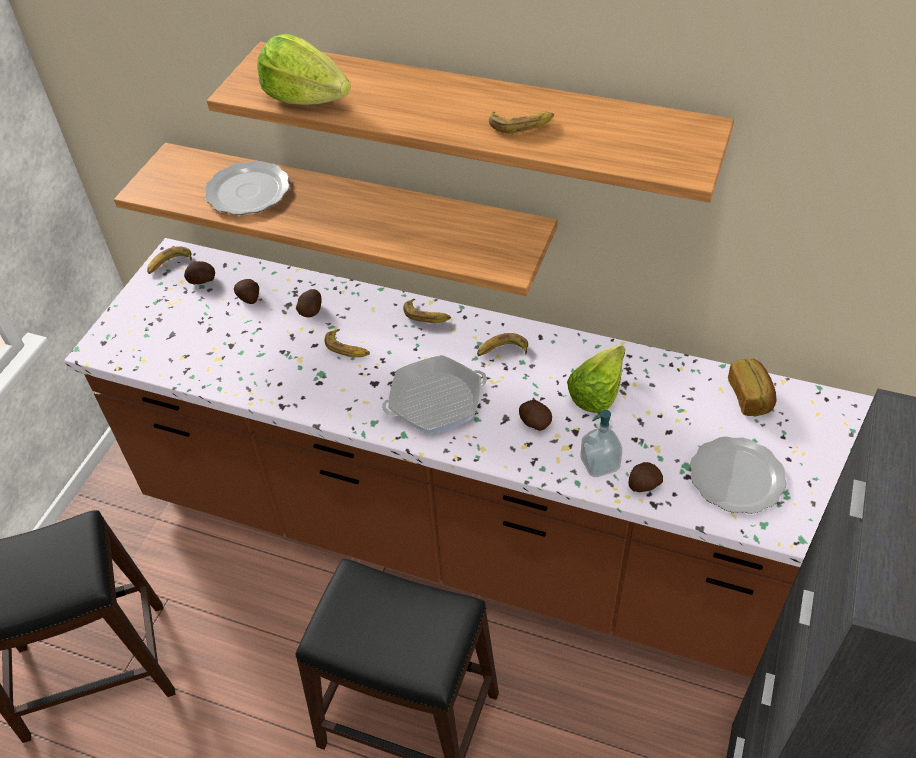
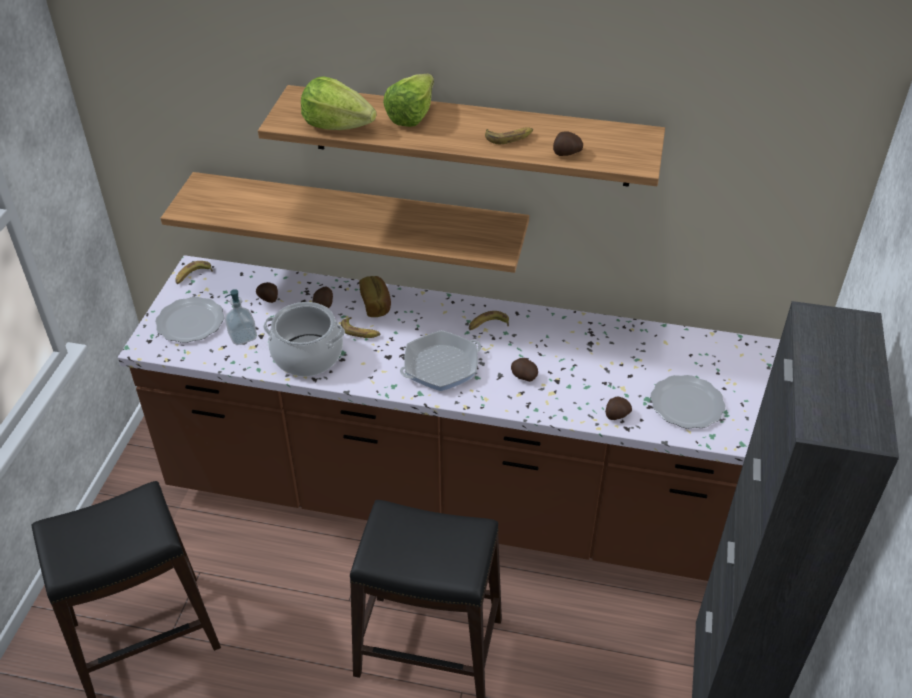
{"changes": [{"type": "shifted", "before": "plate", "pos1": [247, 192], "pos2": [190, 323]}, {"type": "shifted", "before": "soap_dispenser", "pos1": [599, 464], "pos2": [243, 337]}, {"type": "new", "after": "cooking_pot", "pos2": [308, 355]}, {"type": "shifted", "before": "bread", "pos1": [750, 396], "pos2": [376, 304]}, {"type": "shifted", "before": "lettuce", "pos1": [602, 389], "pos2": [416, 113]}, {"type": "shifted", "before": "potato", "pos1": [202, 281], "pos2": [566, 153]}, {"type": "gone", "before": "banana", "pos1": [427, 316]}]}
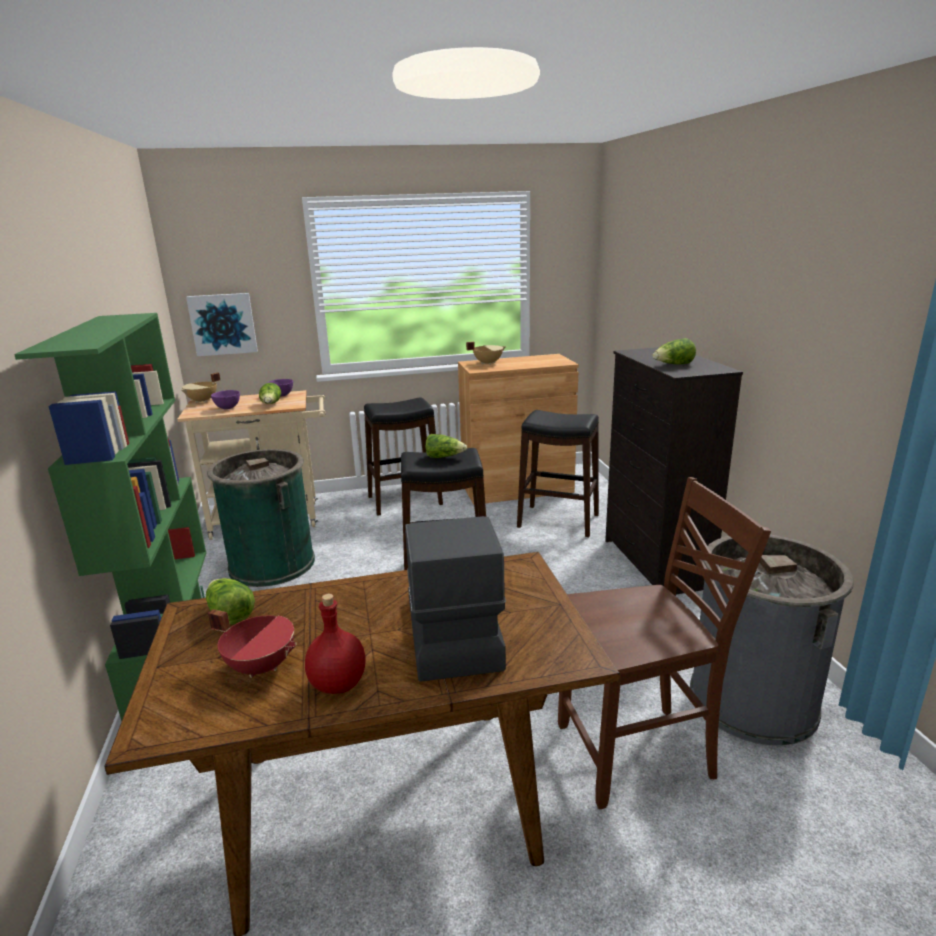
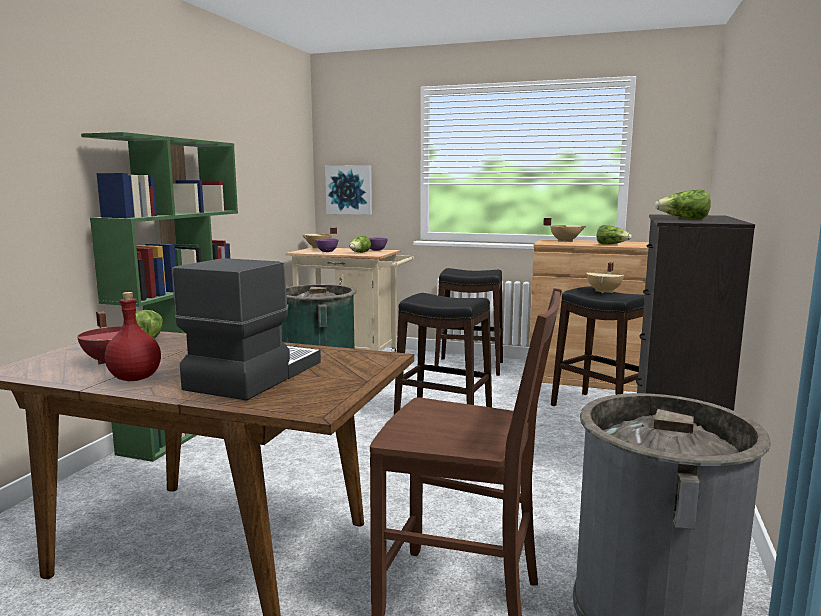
{"changes": [{"type": "new", "after": "beige_cooking_pot", "pos2": [604, 292]}, {"type": "shifted", "before": "lettuce", "pos1": [444, 457], "pos2": [612, 244]}]}
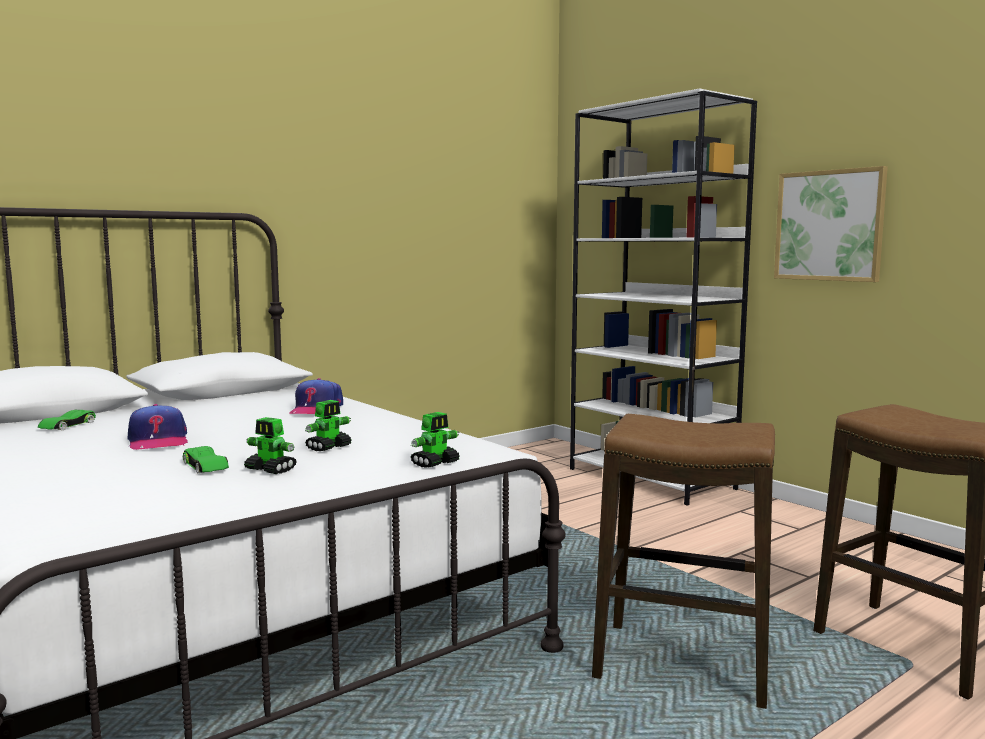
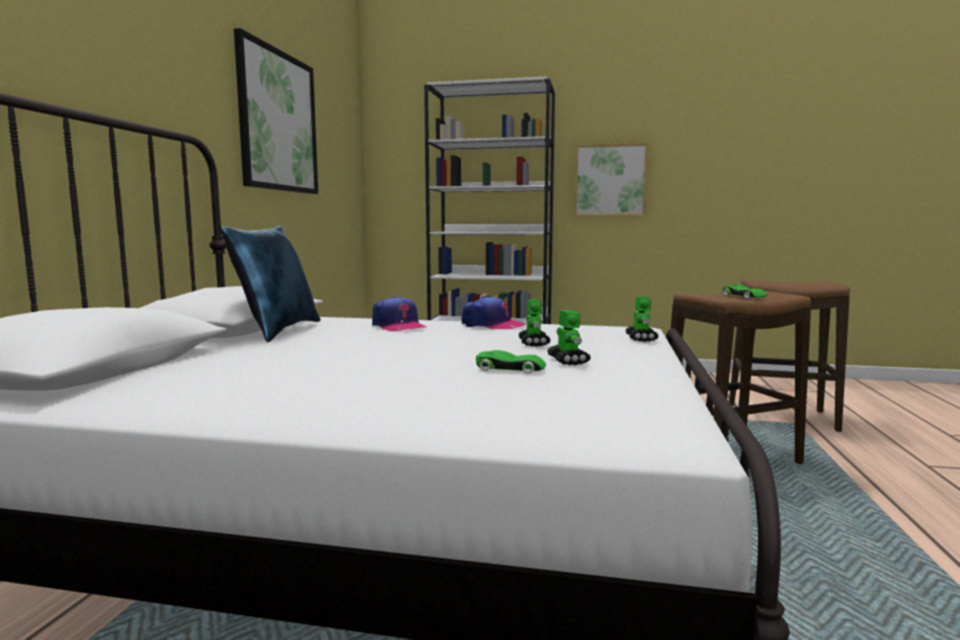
{"changes": [{"type": "new", "after": "blue_pillow", "pos2": [277, 331]}, {"type": "new", "after": "picture", "pos2": [278, 121]}, {"type": "shifted", "before": "cap", "pos1": [158, 441], "pos2": [492, 325]}, {"type": "rotated", "before": "toy_robot", "pos1": [271, 470], "pos2": [568, 361], "turn": -90}, {"type": "shifted", "before": "green_toy_car", "pos1": [67, 426], "pos2": [744, 296]}]}
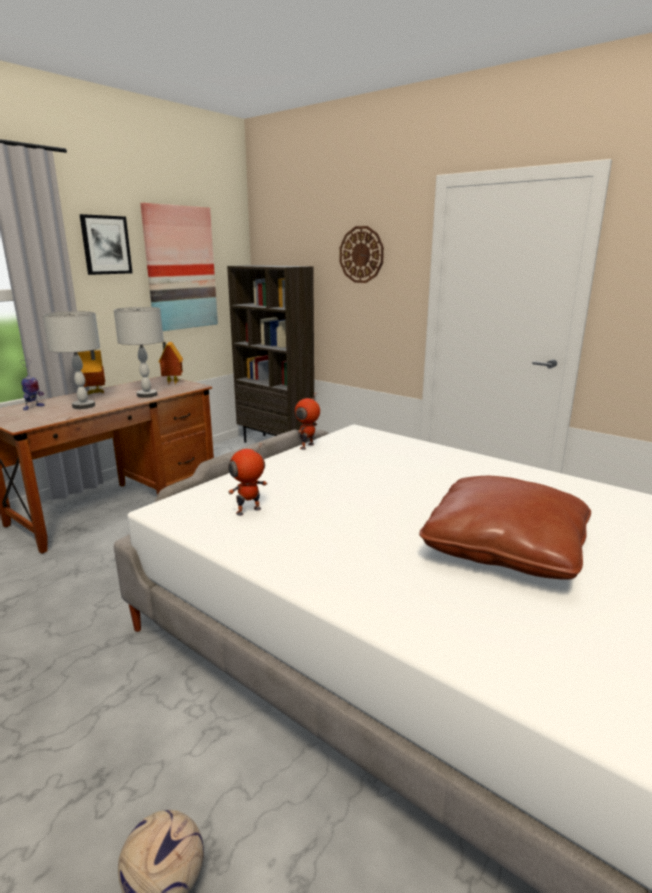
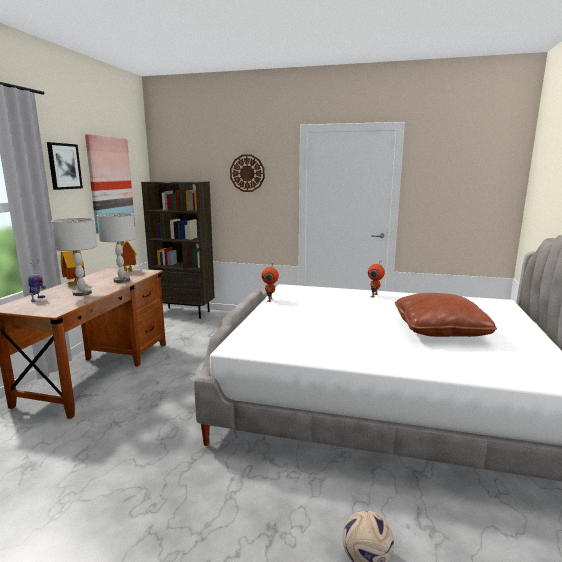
{"changes": [{"type": "shifted", "before": "toy_robot", "pos1": [249, 511], "pos2": [374, 295]}]}
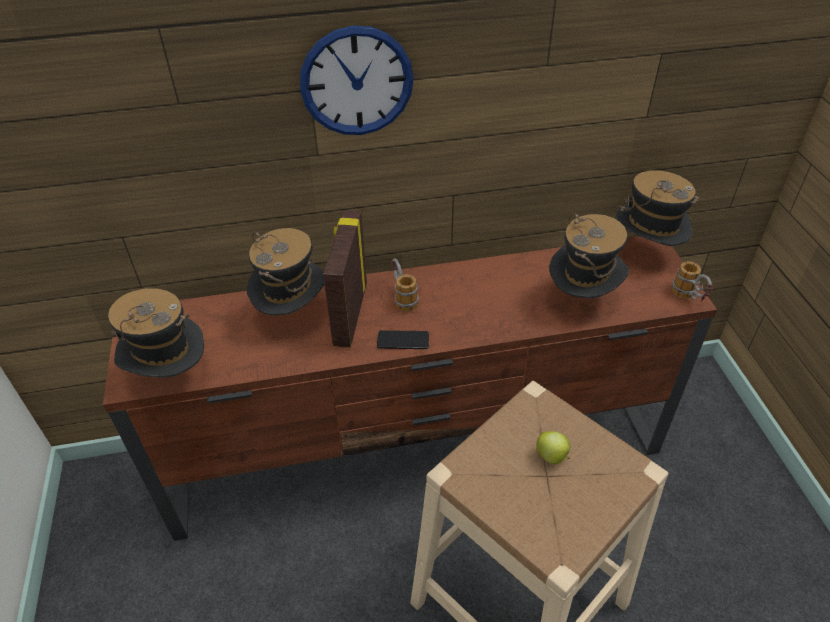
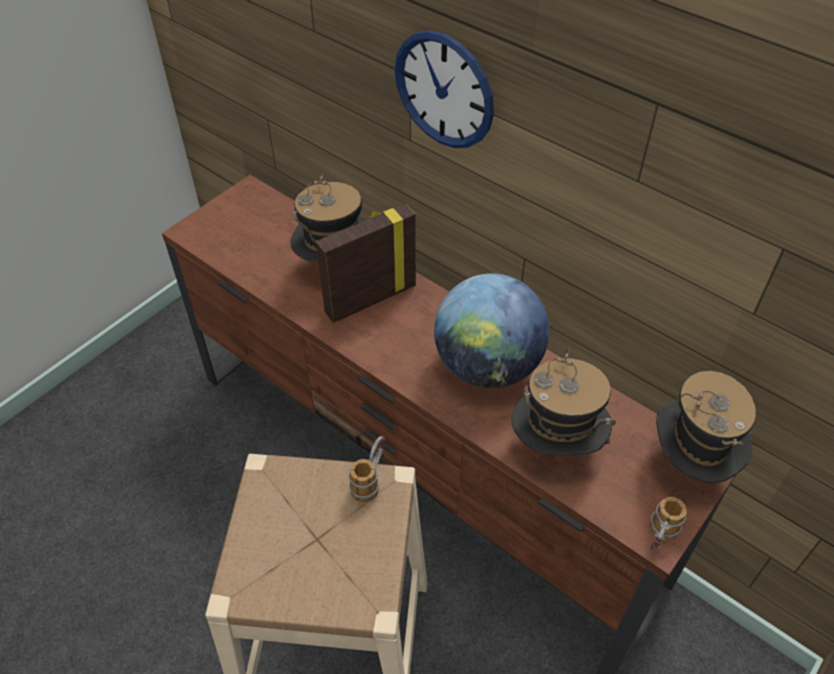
{"changes": [{"type": "shifted", "before": "mug", "pos1": [402, 297], "pos2": [371, 479]}, {"type": "new", "after": "globe", "pos2": [487, 366]}, {"type": "gone", "before": "hat", "pos1": [170, 377]}, {"type": "gone", "before": "phone", "pos1": [403, 340]}, {"type": "gone", "before": "apple", "pos1": [552, 457]}]}
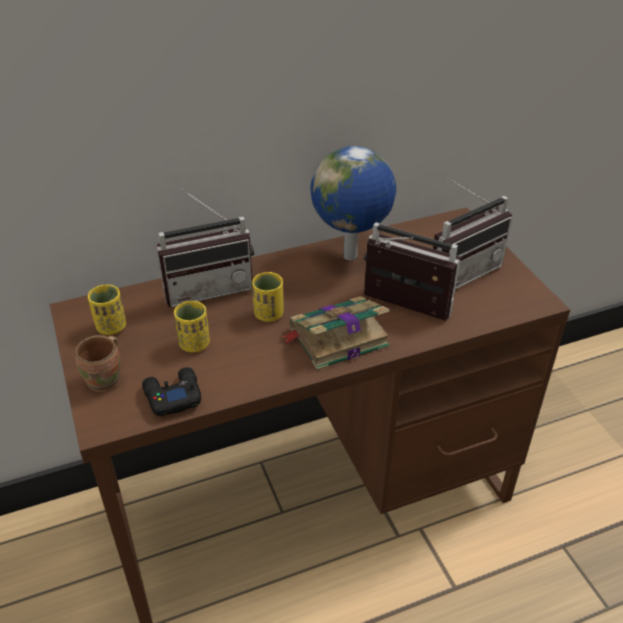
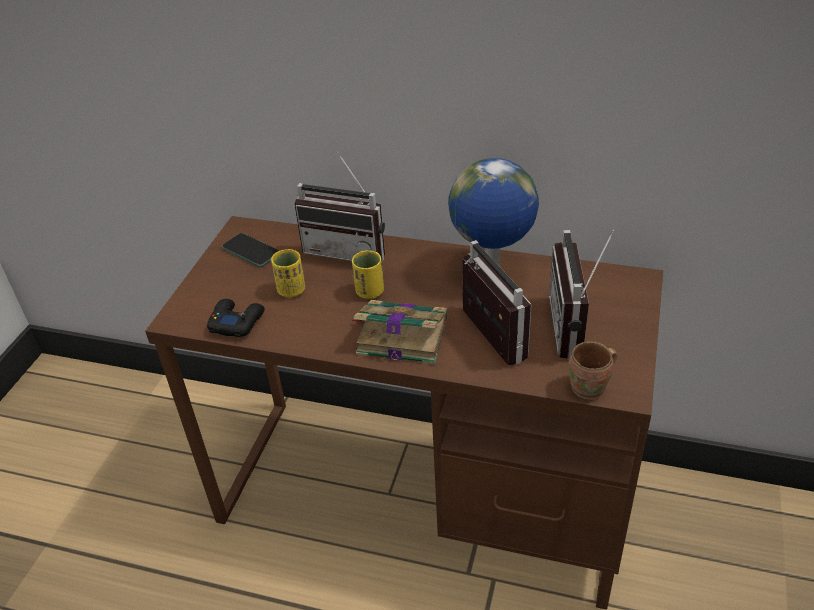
{"changes": [{"type": "swapped", "before": "yellow_cup", "after": "phone", "pos1": [111, 327], "pos2": [251, 251]}, {"type": "rotated", "before": "radio", "pos1": [458, 272], "pos2": [577, 328], "turn": 90}, {"type": "shifted", "before": "brown_mug", "pos1": [107, 380], "pos2": [591, 389]}]}
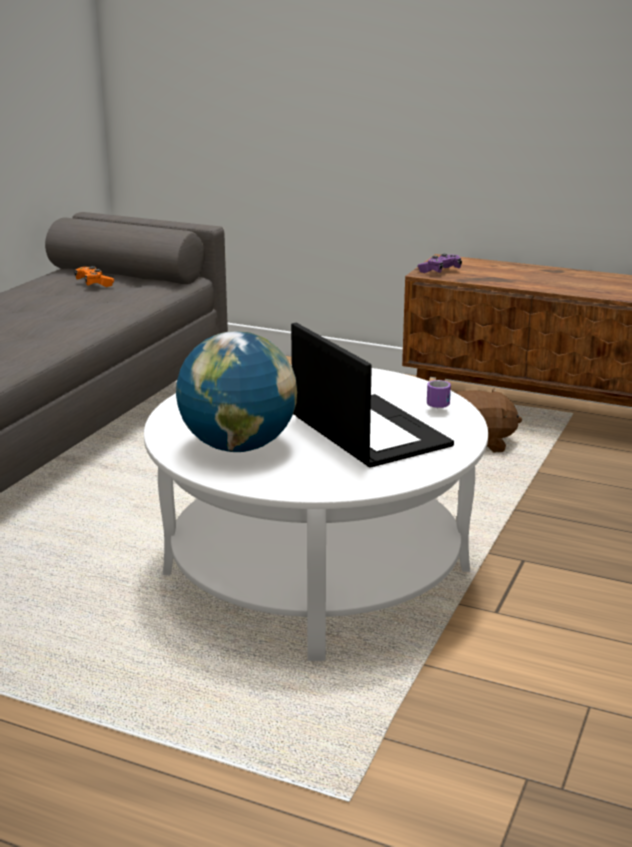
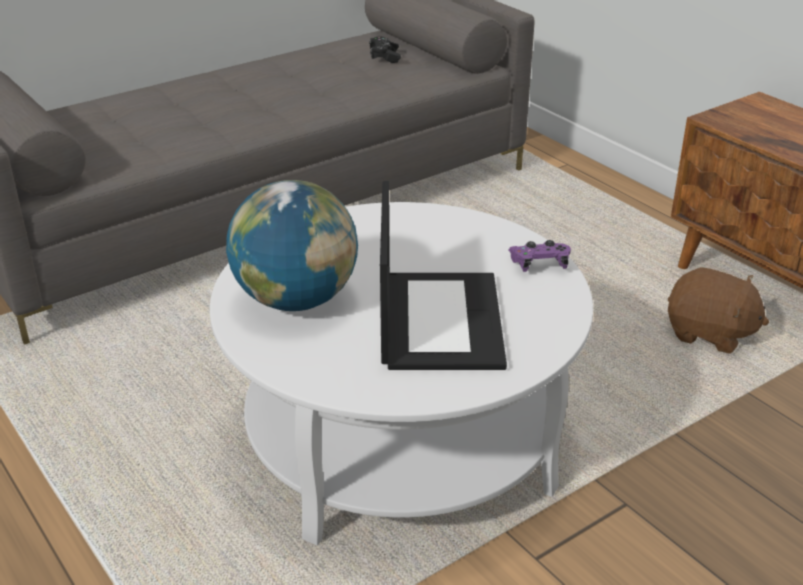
{"changes": [{"type": "repainted", "before": "orange_game_controller", "after": "black_game_controller", "pos1": [94, 284], "pos2": [384, 57]}, {"type": "shifted", "before": "purple_game_controller", "pos1": [440, 271], "pos2": [539, 264]}, {"type": "gone", "before": "mug", "pos1": [438, 405]}]}
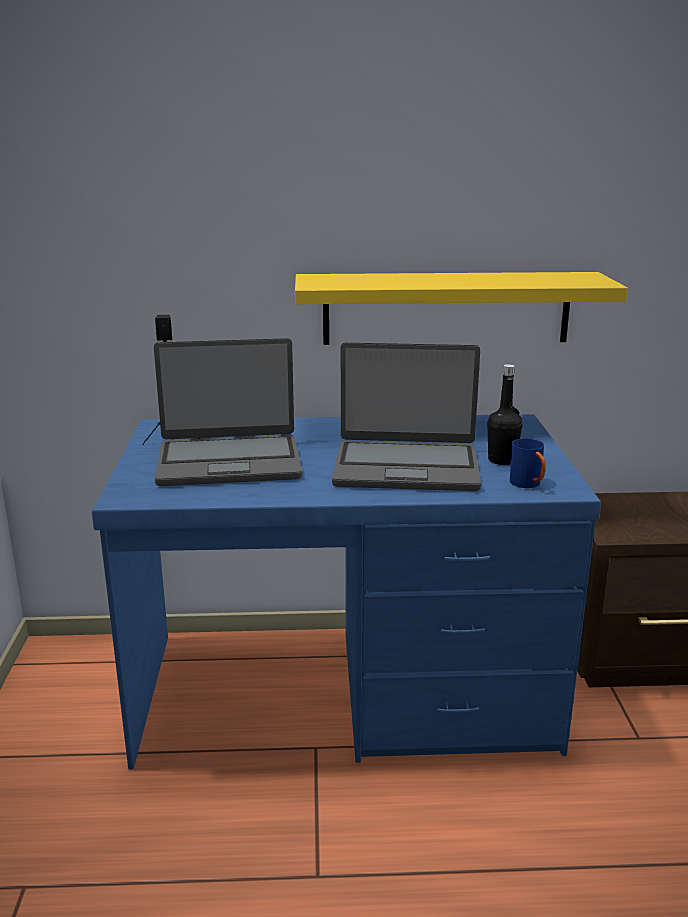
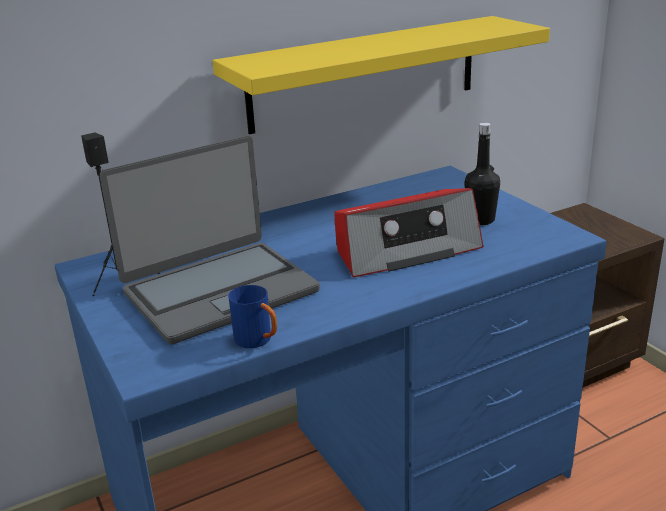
{"changes": [{"type": "shifted", "before": "blue_mug", "pos1": [528, 485], "pos2": [258, 341]}, {"type": "swapped", "before": "laptop", "after": "radio", "pos1": [406, 467], "pos2": [405, 250]}]}
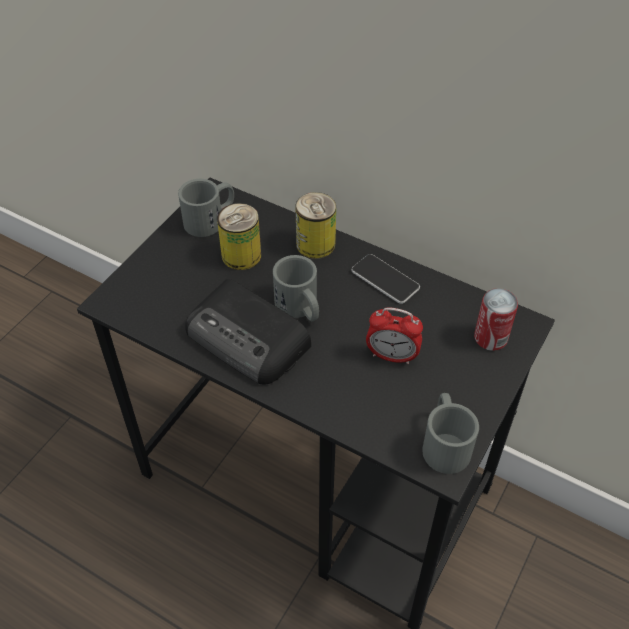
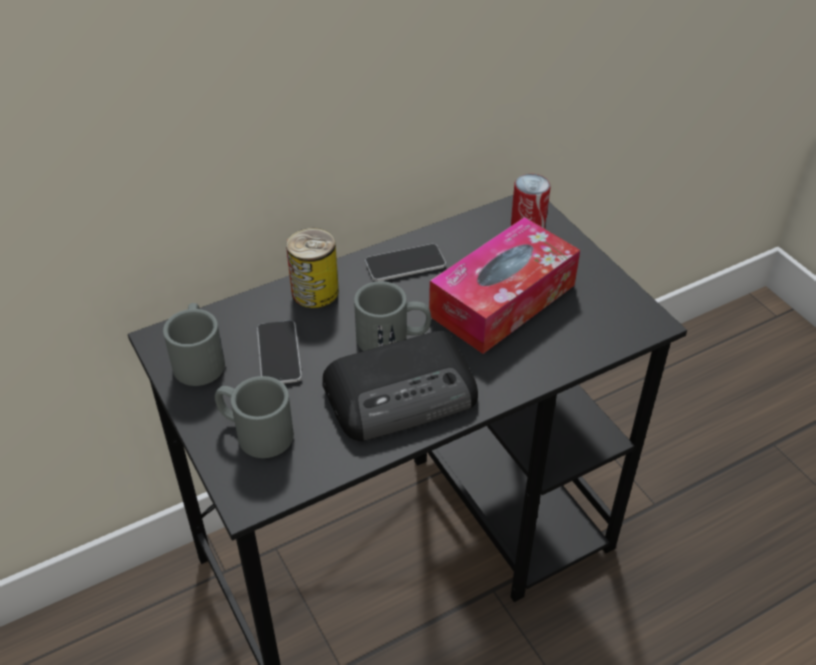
{"changes": [{"type": "shifted", "before": "grey_mug", "pos1": [444, 442], "pos2": [254, 432]}, {"type": "swapped", "before": "can", "after": "phone", "pos1": [241, 255], "pos2": [279, 354]}, {"type": "swapped", "before": "alarm_clock", "after": "tissue_box", "pos1": [392, 356], "pos2": [502, 300]}]}
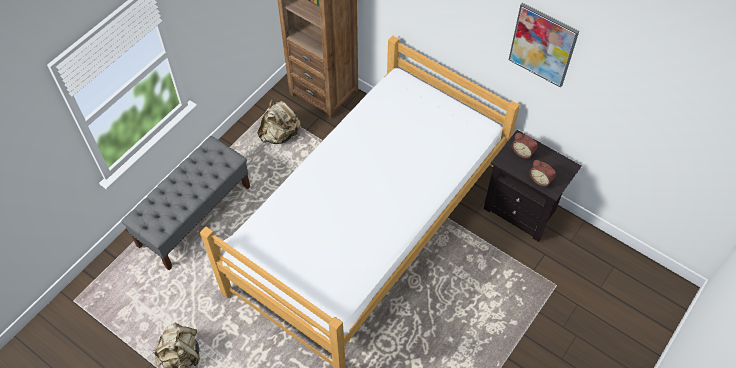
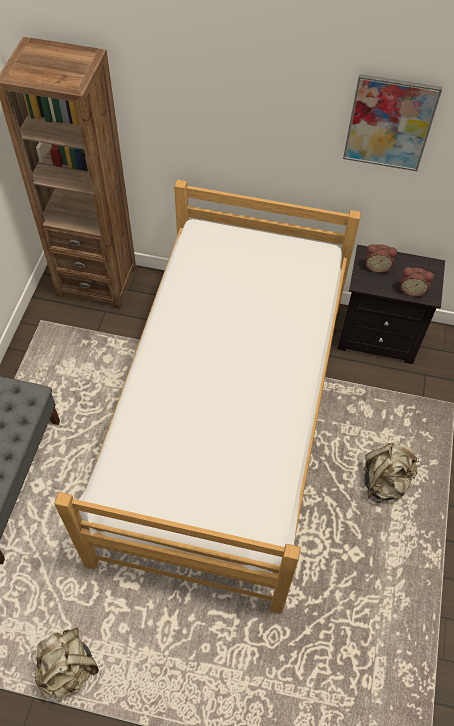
{"changes": [{"type": "shifted", "before": "beige_backpack", "pos1": [280, 135], "pos2": [385, 481]}]}
